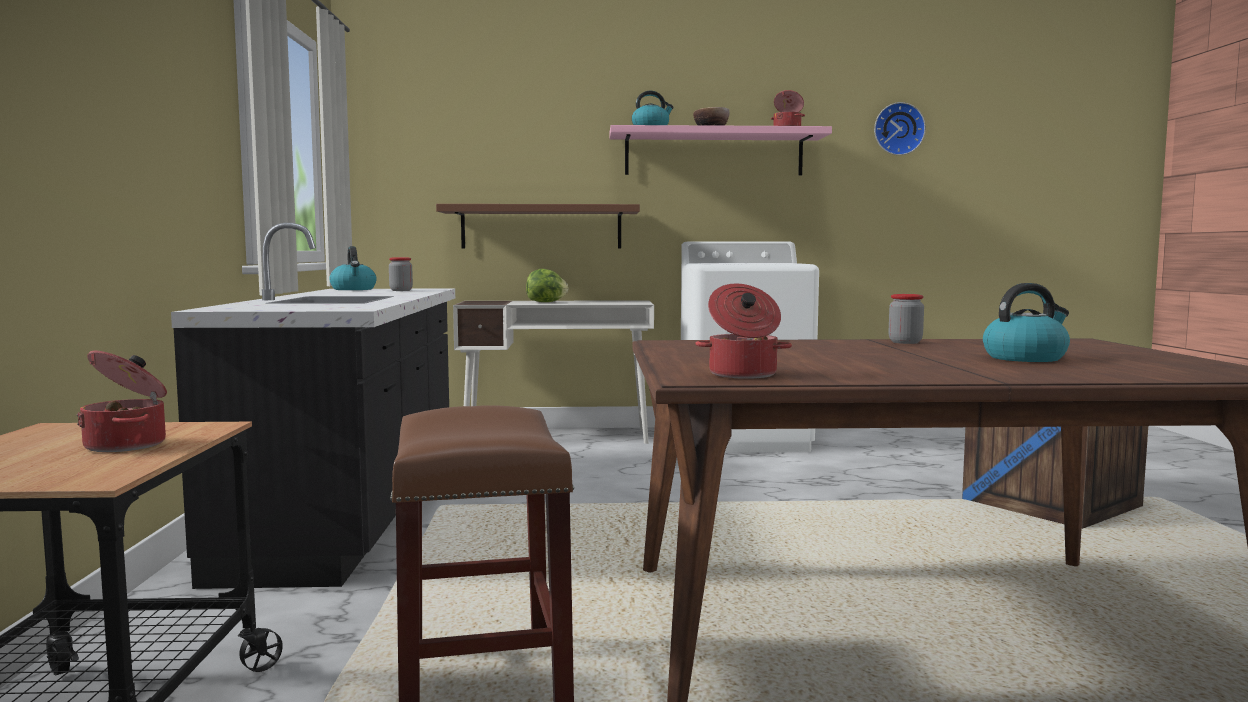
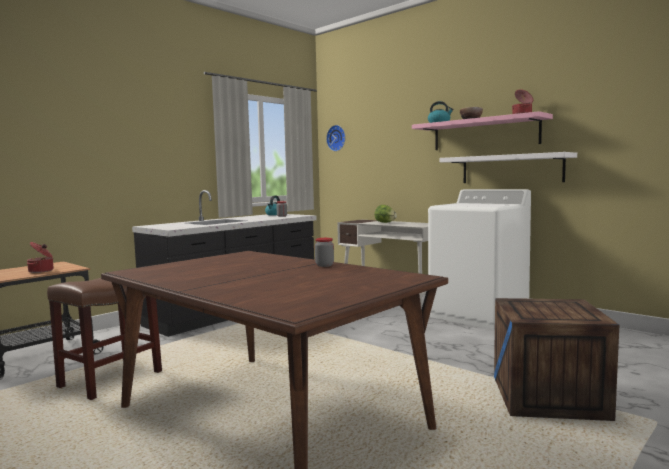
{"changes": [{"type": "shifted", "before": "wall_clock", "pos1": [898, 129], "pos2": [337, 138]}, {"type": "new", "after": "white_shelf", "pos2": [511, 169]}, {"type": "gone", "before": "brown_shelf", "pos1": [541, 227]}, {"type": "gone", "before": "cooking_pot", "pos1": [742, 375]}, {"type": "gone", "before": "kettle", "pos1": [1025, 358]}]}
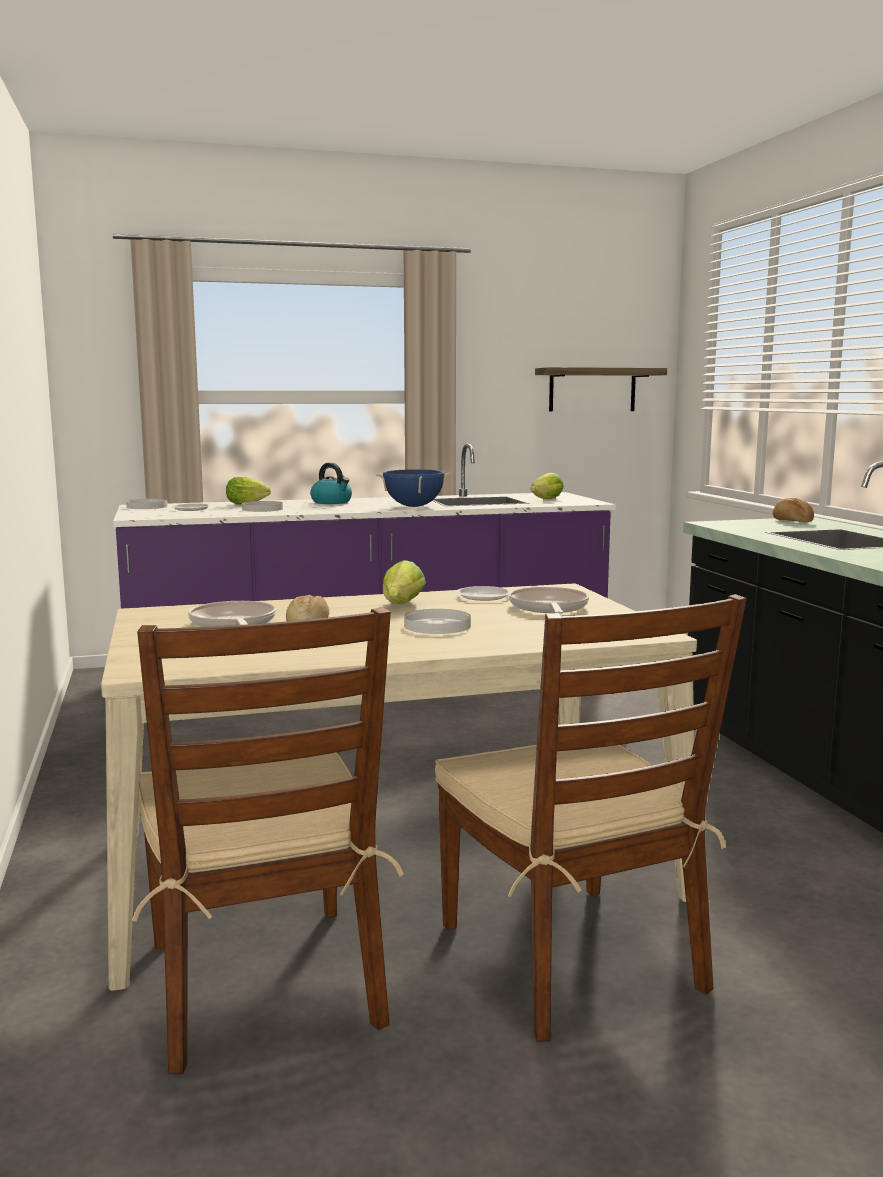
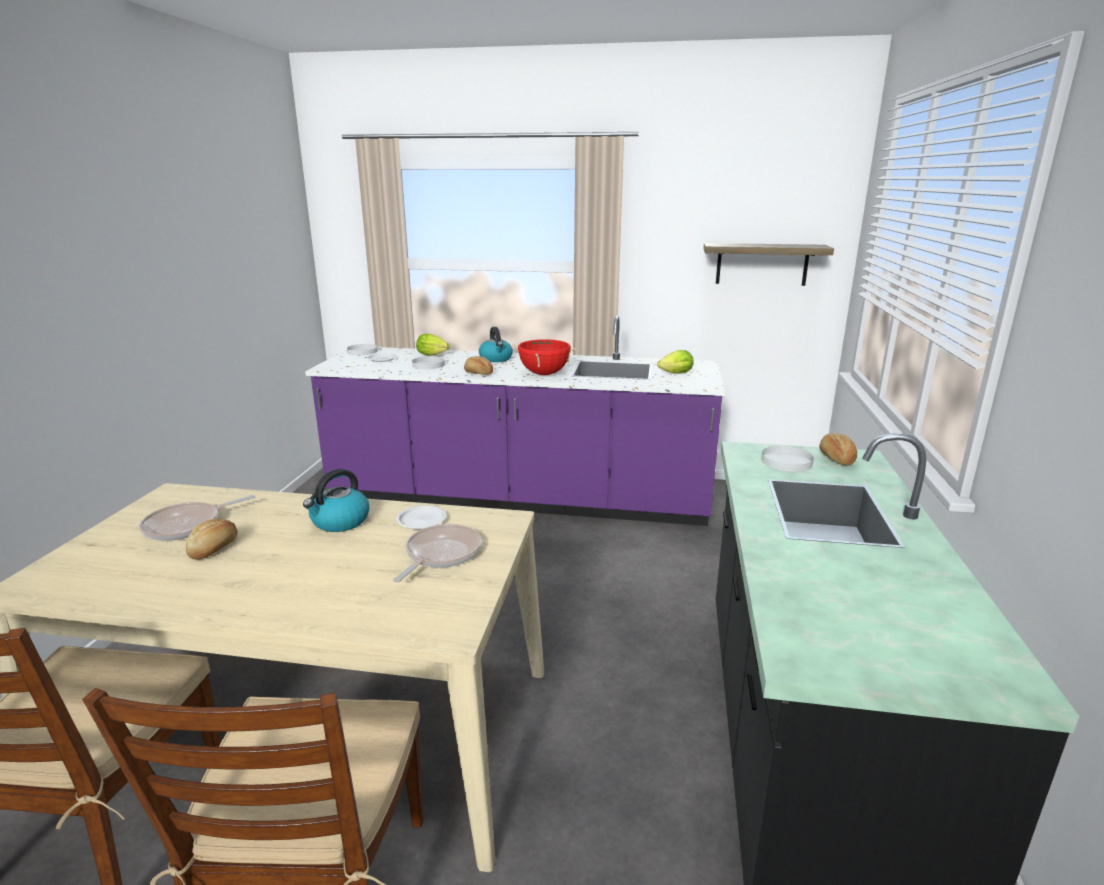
{"changes": [{"type": "rotated", "before": "frying_pan", "pos1": [233, 624], "pos2": [187, 525], "turn": -135}, {"type": "swapped", "before": "lettuce", "after": "kettle", "pos1": [401, 605], "pos2": [340, 522]}, {"type": "new", "after": "bread", "pos2": [478, 373]}, {"type": "repainted", "before": "blue_cooking_pot", "after": "red_cooking_pot", "pos1": [413, 506], "pos2": [544, 374]}, {"type": "shifted", "before": "white_plate", "pos1": [438, 626], "pos2": [787, 462]}]}
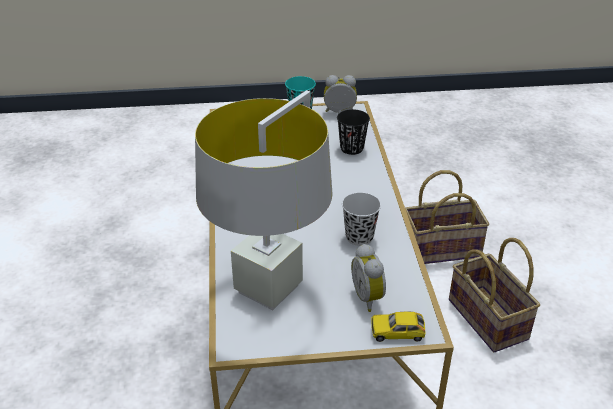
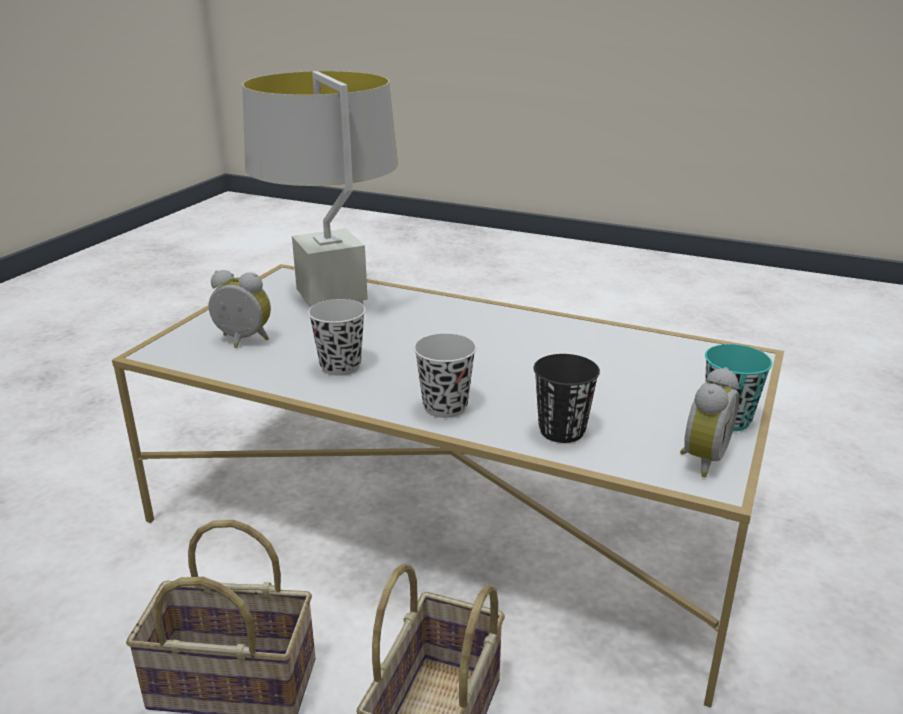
{"changes": [{"type": "new", "after": "black_cup", "pos2": [445, 407]}, {"type": "gone", "before": "toy_car", "pos1": [397, 331]}]}
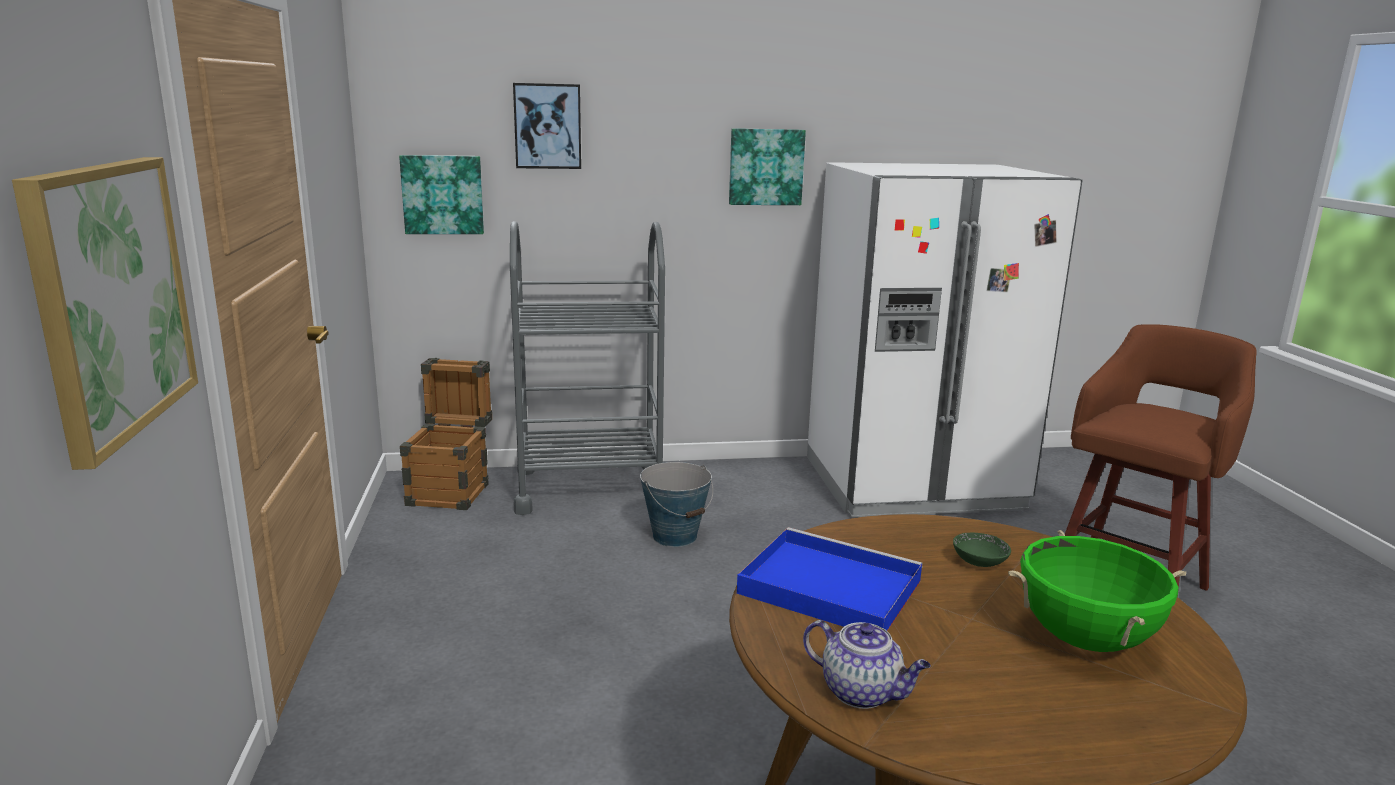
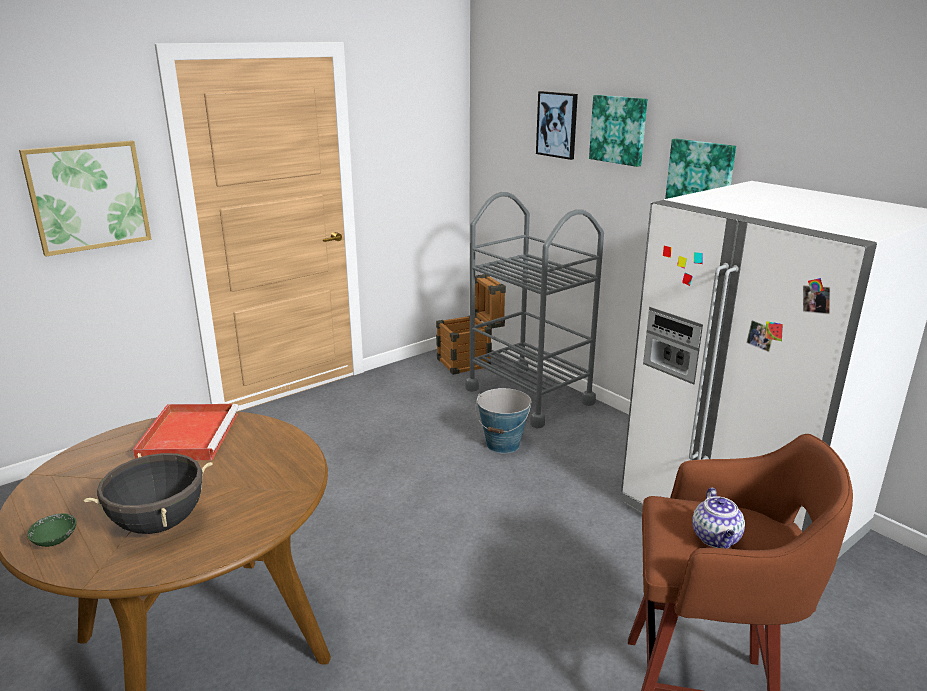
{"changes": [{"type": "shifted", "before": "green_bowl", "pos1": [979, 562], "pos2": [55, 540]}, {"type": "repainted", "before": "green_cooking_pot", "after": "black_cooking_pot", "pos1": [1084, 639], "pos2": [159, 523]}, {"type": "repainted", "before": "blue_tray", "after": "red_tray", "pos1": [826, 586], "pos2": [189, 435]}, {"type": "shifted", "before": "picture", "pos1": [443, 194], "pos2": [619, 129]}, {"type": "shifted", "before": "teapot", "pos1": [862, 692], "pos2": [716, 539]}]}
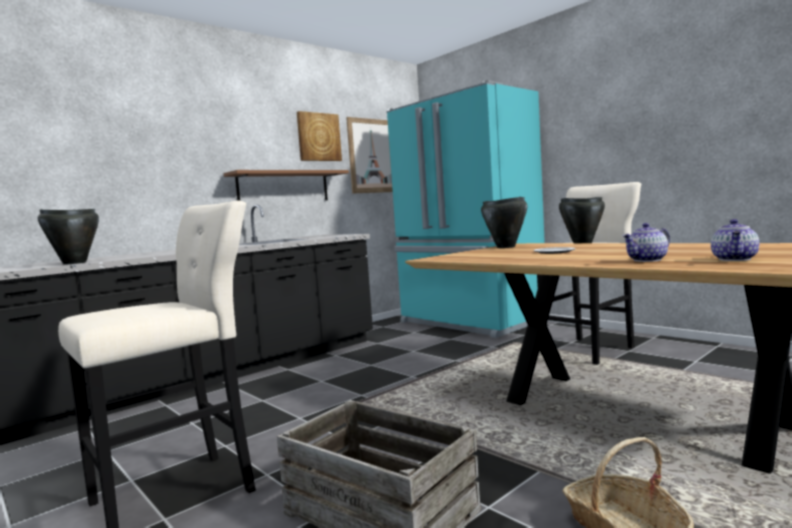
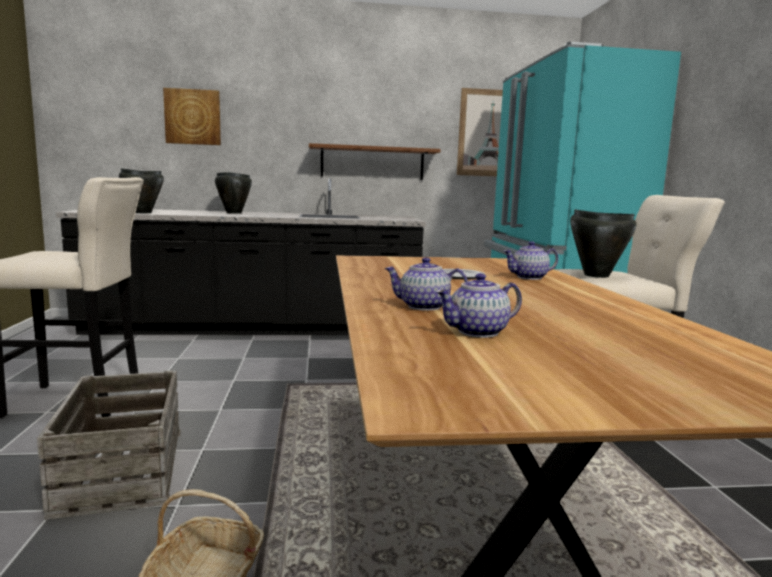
{"changes": [{"type": "shifted", "before": "picture", "pos1": [318, 137], "pos2": [193, 117]}, {"type": "shifted", "before": "black_cooking_pot", "pos1": [506, 247], "pos2": [233, 213]}, {"type": "new", "after": "teapot", "pos2": [529, 277]}]}
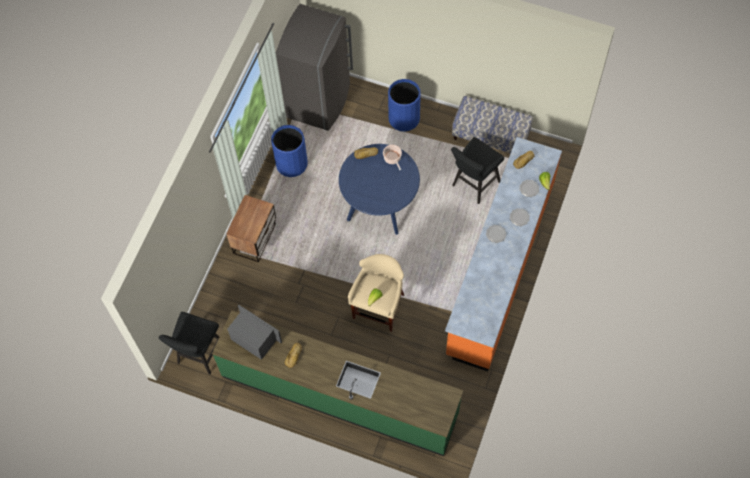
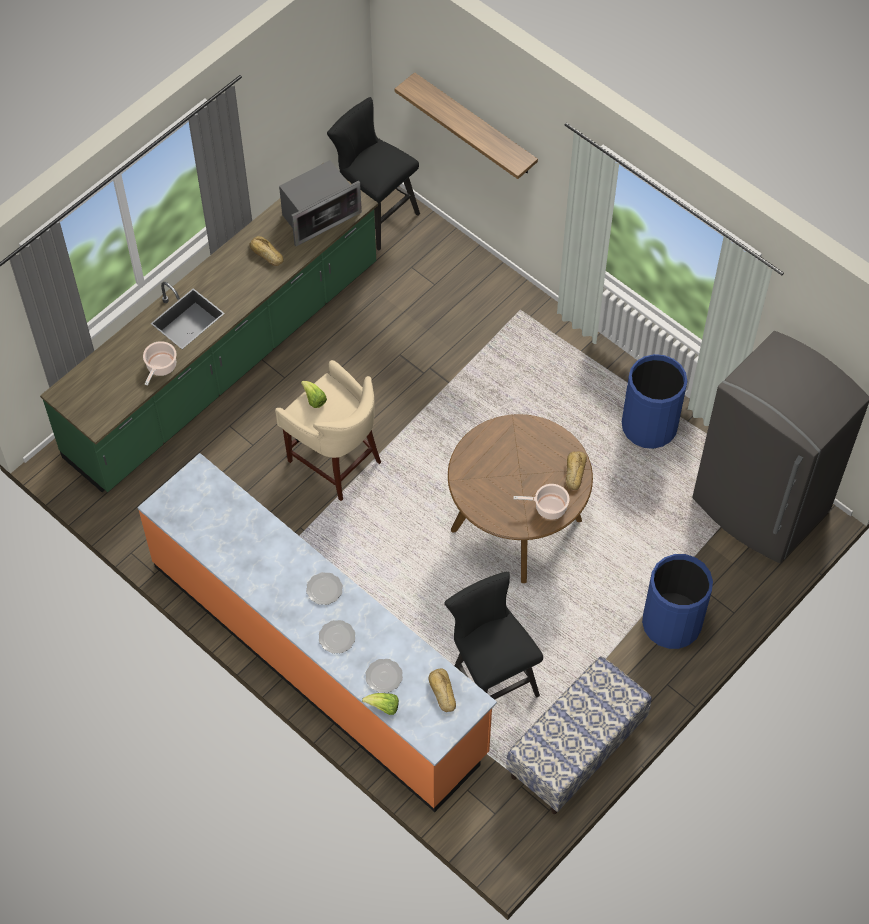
{"changes": [{"type": "new", "after": "cooking_pot", "pos2": [160, 367]}, {"type": "new", "after": "shelf", "pos2": [475, 125]}, {"type": "repainted", "before": "blue_dining_table", "after": "brown_dining_table", "pos1": [380, 205], "pos2": [516, 525]}, {"type": "gone", "before": "nightstand", "pos1": [255, 238]}]}
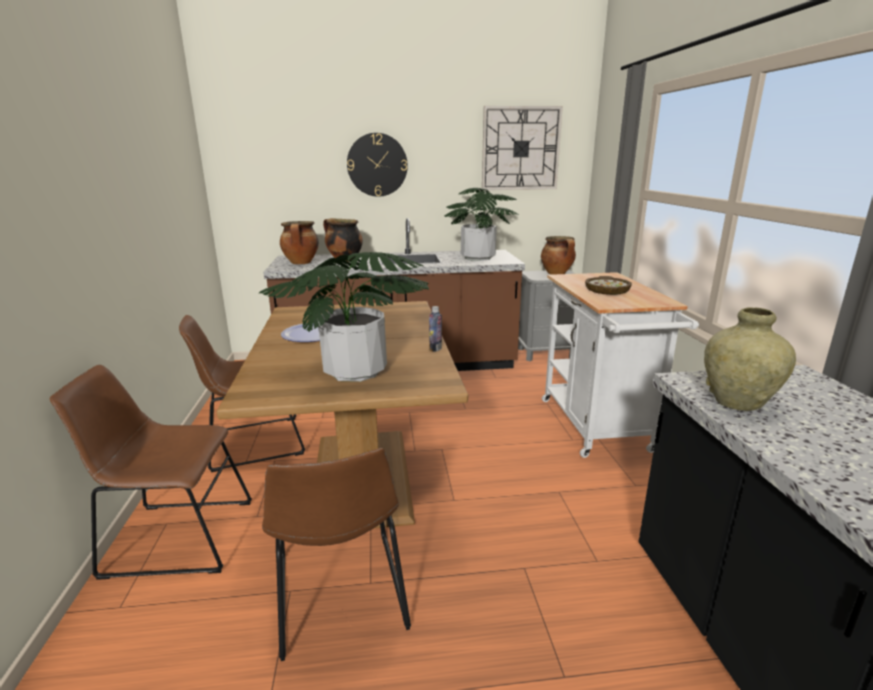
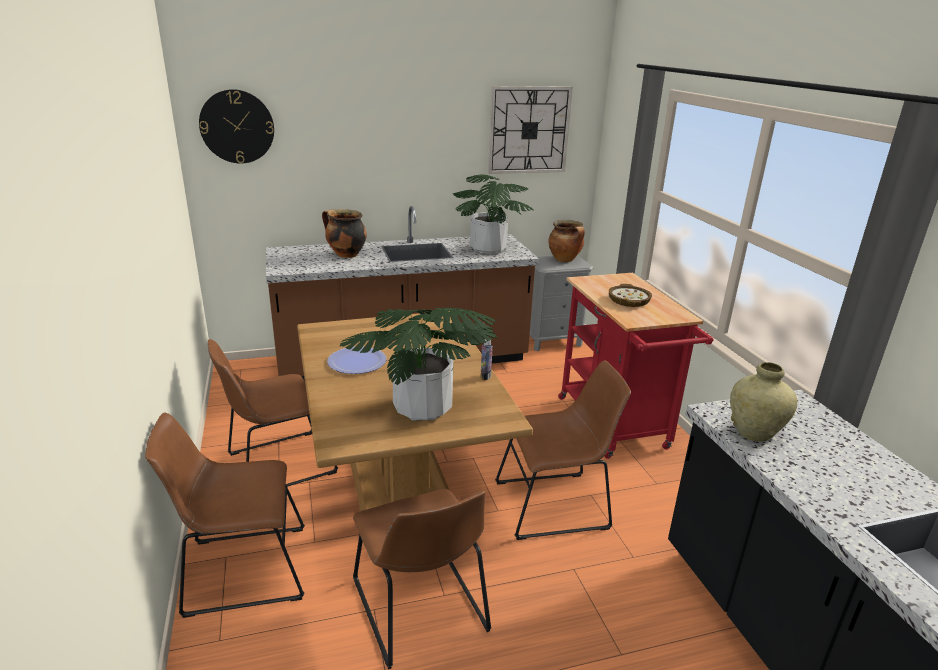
{"changes": [{"type": "shifted", "before": "wall_clock", "pos1": [377, 165], "pos2": [237, 127]}, {"type": "new", "after": "brown_chair", "pos2": [556, 504]}, {"type": "repainted", "before": "white_cart", "after": "red_cart", "pos1": [598, 429], "pos2": [616, 427]}, {"type": "gone", "before": "cooking_pot", "pos1": [301, 263]}]}
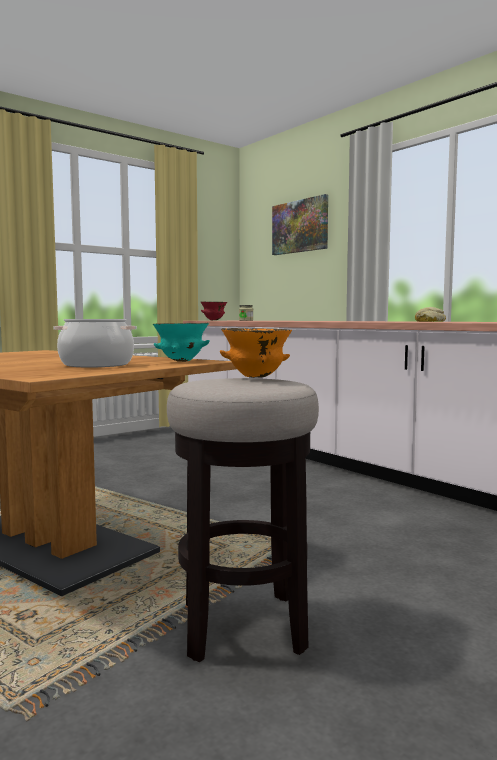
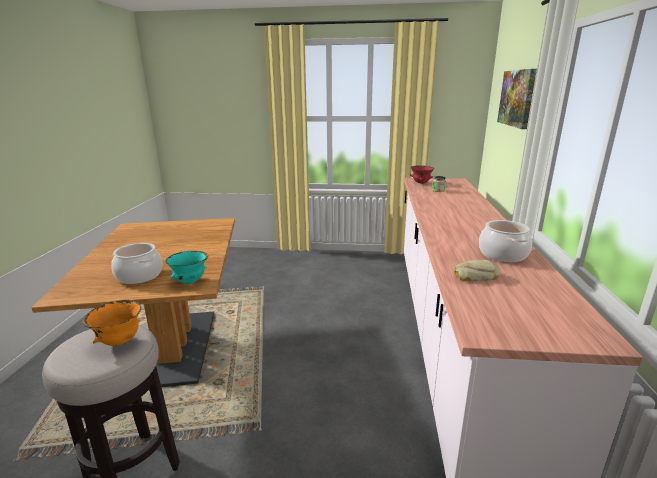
{"changes": [{"type": "new", "after": "cooking_pot", "pos2": [502, 254]}]}
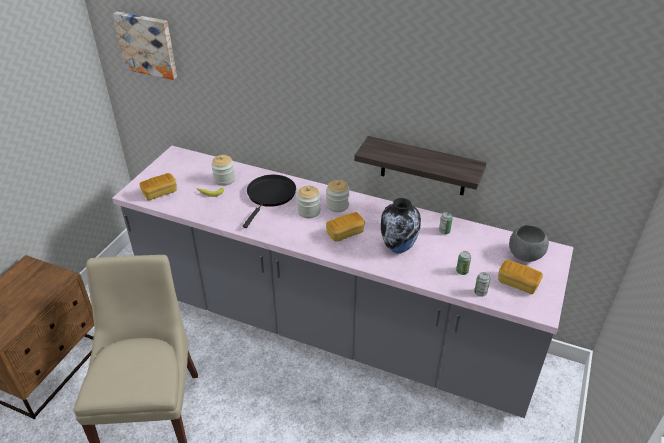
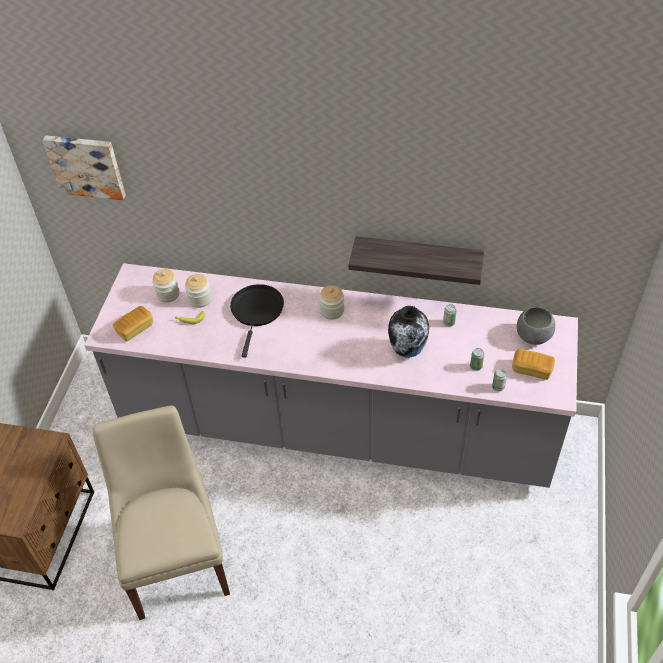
{"changes": [{"type": "shifted", "before": "jar", "pos1": [309, 211], "pos2": [168, 294]}, {"type": "gone", "before": "bread", "pos1": [345, 233]}]}
